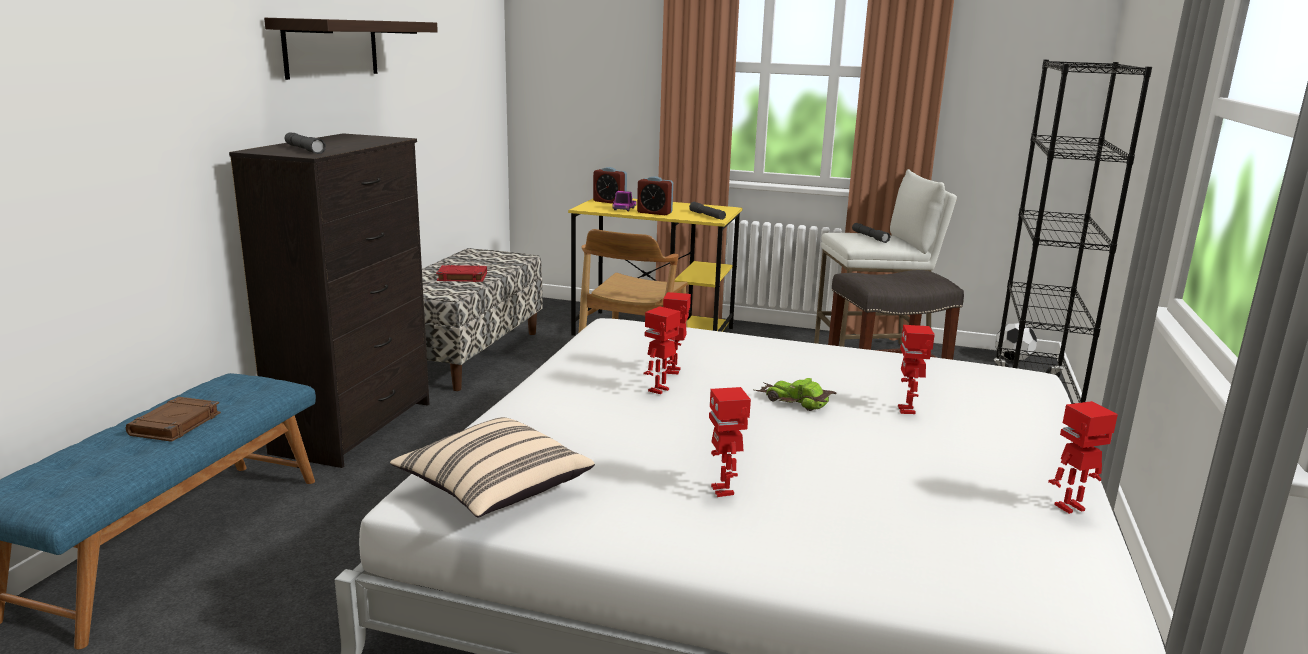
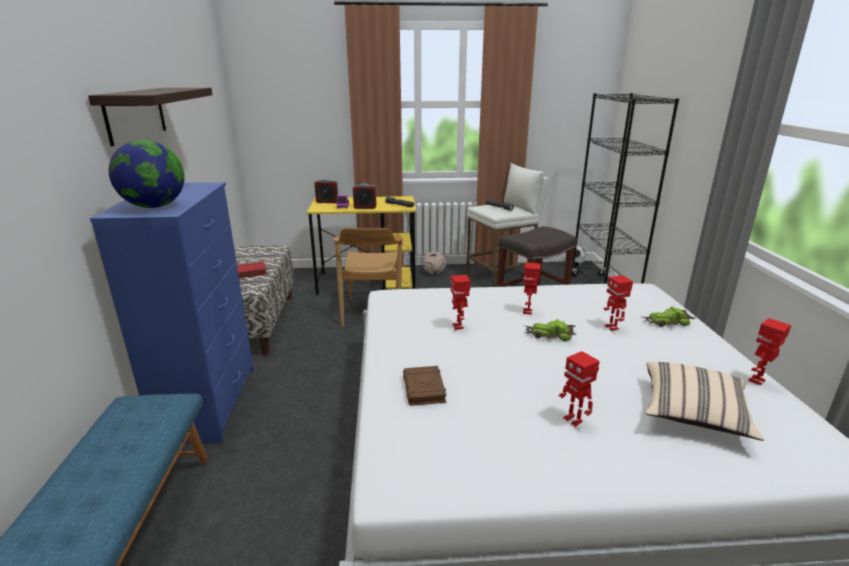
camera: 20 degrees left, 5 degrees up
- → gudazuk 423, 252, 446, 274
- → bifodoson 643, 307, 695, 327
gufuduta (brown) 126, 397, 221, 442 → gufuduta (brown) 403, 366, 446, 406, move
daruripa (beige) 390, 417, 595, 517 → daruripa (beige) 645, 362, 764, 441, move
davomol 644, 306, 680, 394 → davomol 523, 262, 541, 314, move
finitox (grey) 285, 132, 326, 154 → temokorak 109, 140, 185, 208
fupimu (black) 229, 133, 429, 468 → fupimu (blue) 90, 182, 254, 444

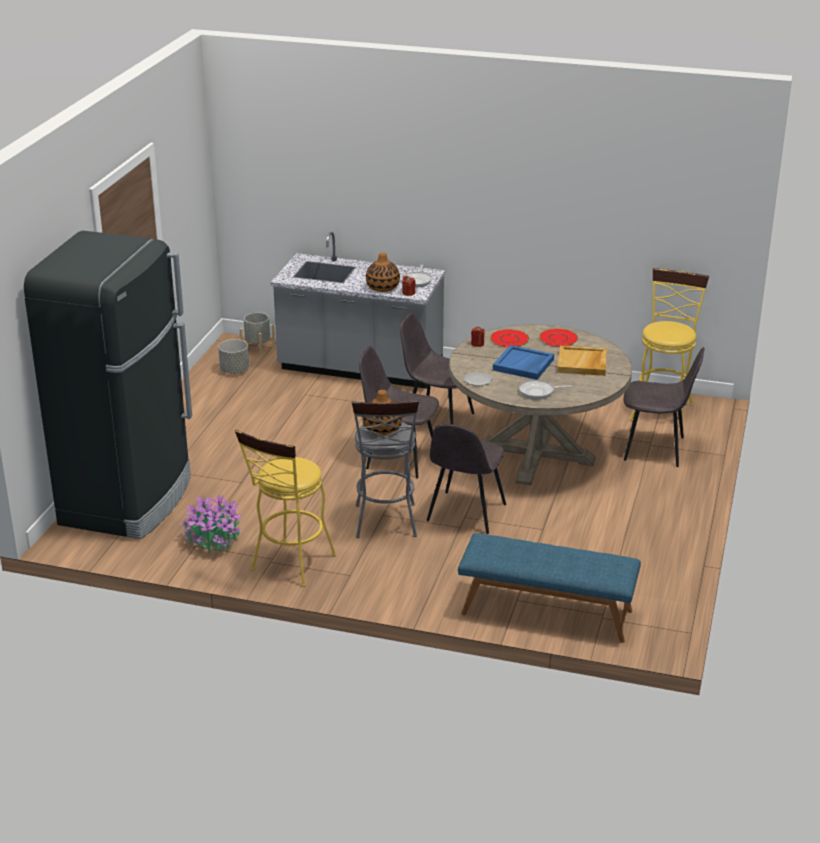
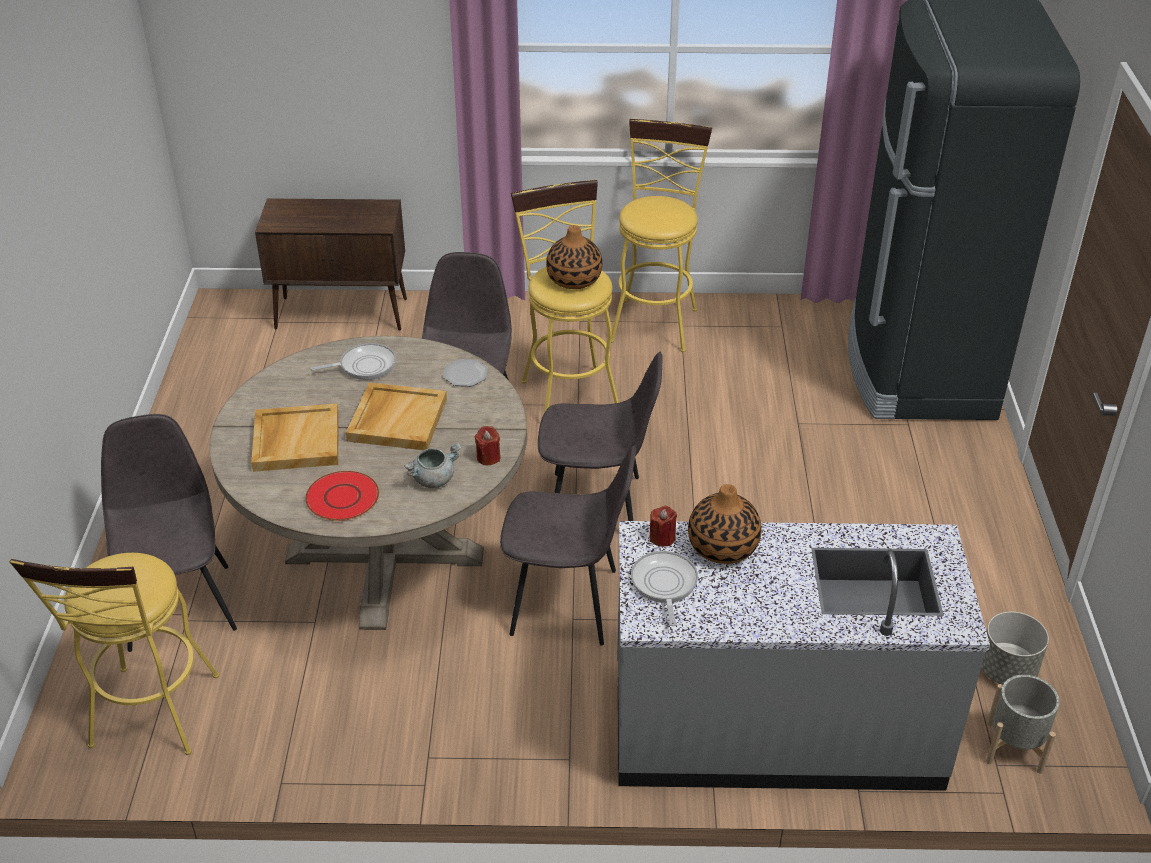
camera: 165 degrees right, 10 degrees up
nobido 180, 494, 242, 553 → -
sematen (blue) 458, 533, 641, 643 → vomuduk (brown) 255, 198, 407, 331
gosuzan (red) 490, 329, 529, 347 → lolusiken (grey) 404, 443, 461, 488
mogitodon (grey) 352, 400, 419, 538 → mogitodon (yellow) 511, 180, 619, 413
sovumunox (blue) 493, 345, 554, 380 → sovumunox (beige) 346, 383, 447, 450
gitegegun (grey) 624, 347, 704, 467 → gitegegun (grey) 101, 414, 237, 652, 75 degrees clockwise

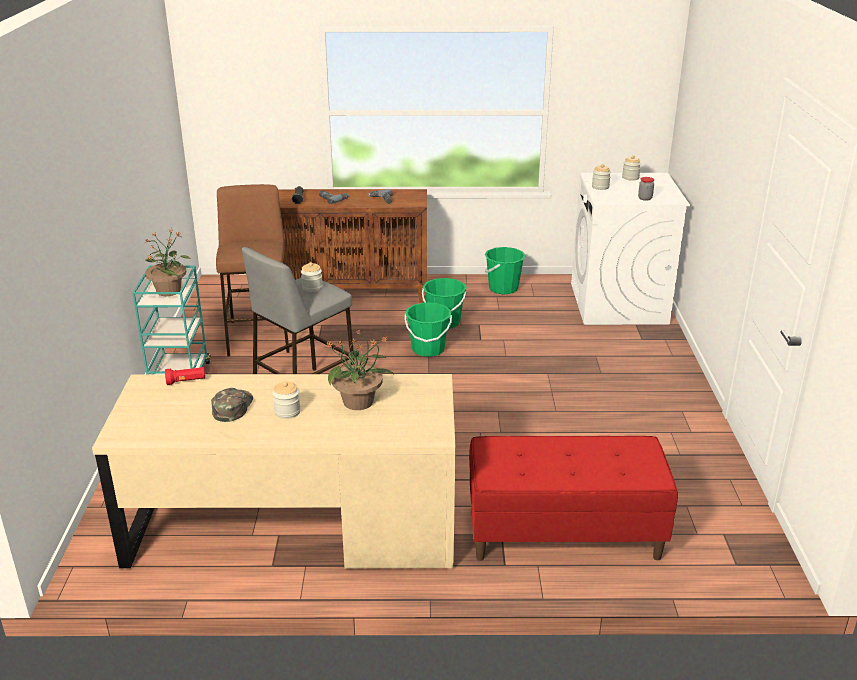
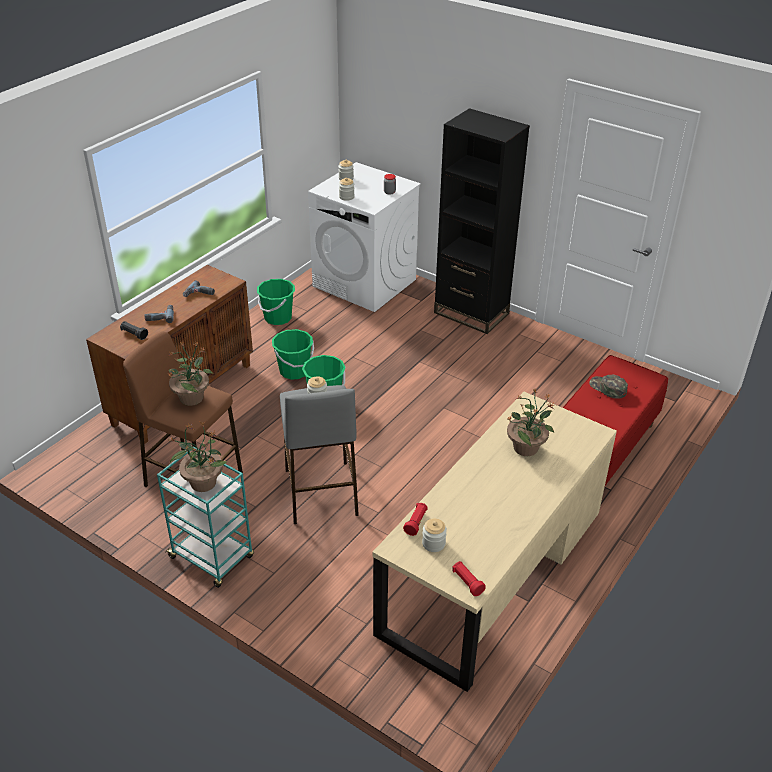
camera: 55 degrees left, 10 degrees up
- → nobido 167, 341, 213, 406
- → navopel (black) 434, 108, 530, 334
- → finitox (red) 452, 561, 486, 596
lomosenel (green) 211, 388, 253, 422 → lomosenel (green) 589, 375, 628, 399, move
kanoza 273, 381, 301, 419 → kanoza 422, 519, 447, 552, move

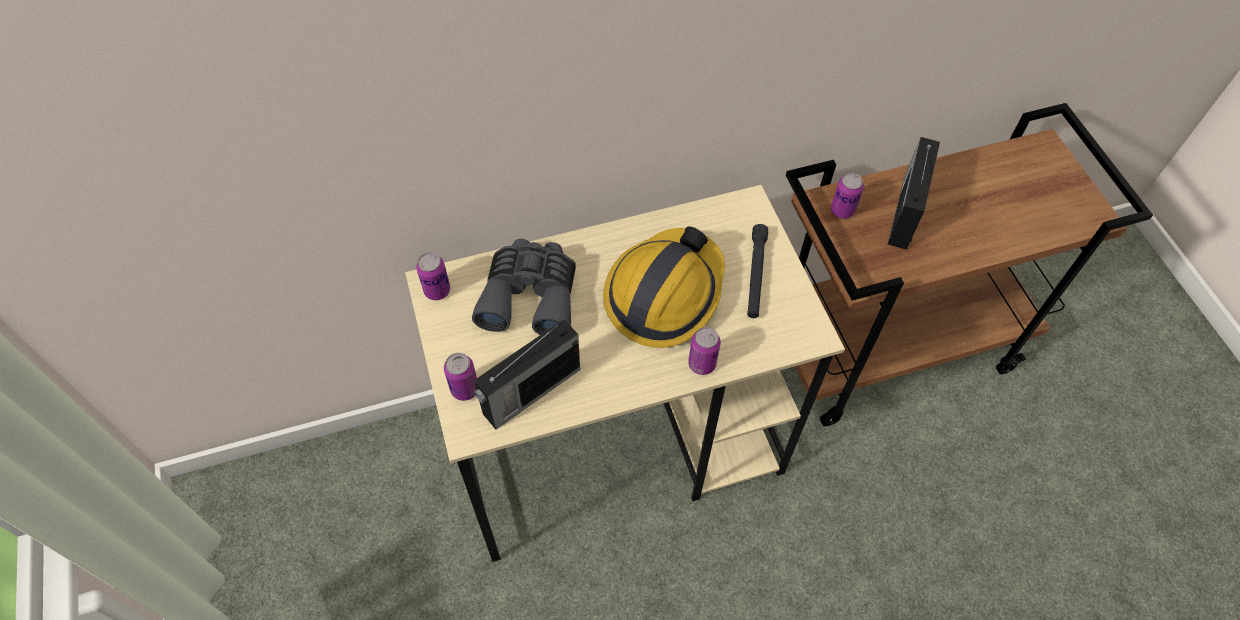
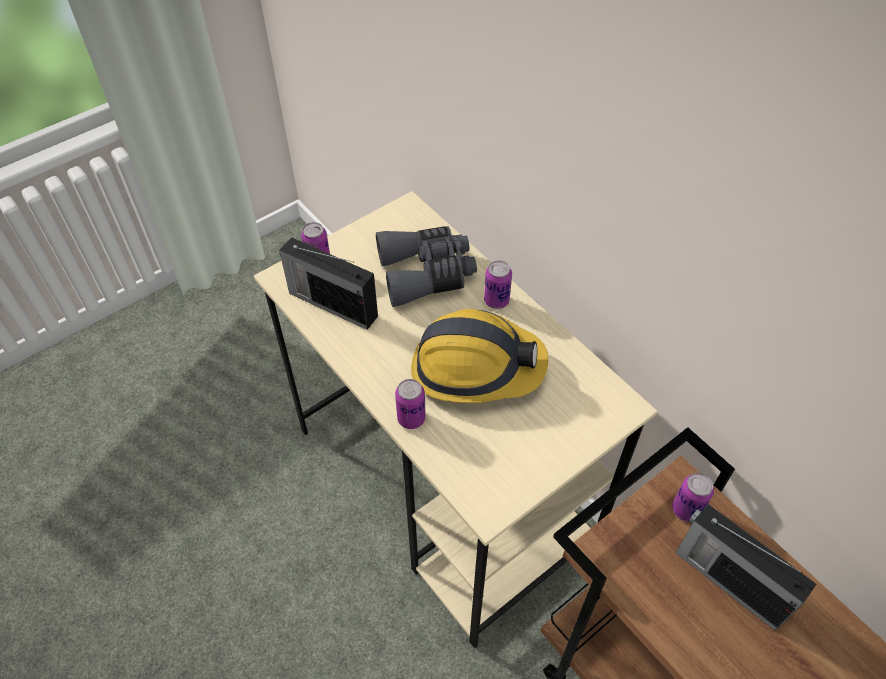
camera: 70 degrees right, 5 degrees down
finitox (black) 747, 224, 768, 318 → -
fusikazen 416, 252, 450, 300 → fusikazen 484, 261, 512, 309, move
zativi 888, 137, 940, 250 → zativi 676, 504, 817, 631, 135 degrees counterclockwise

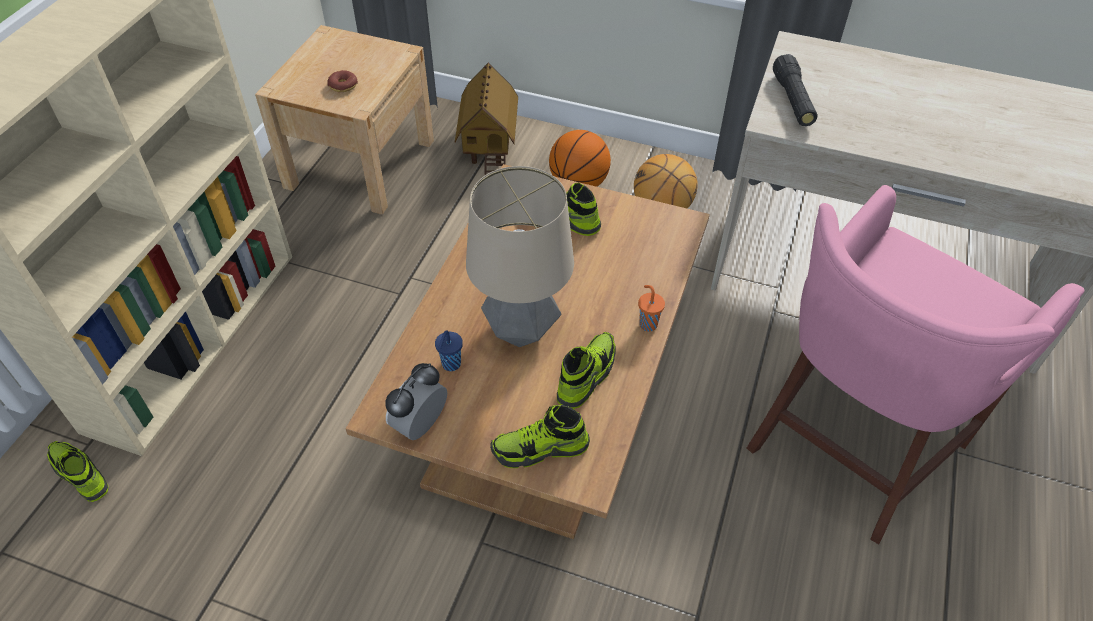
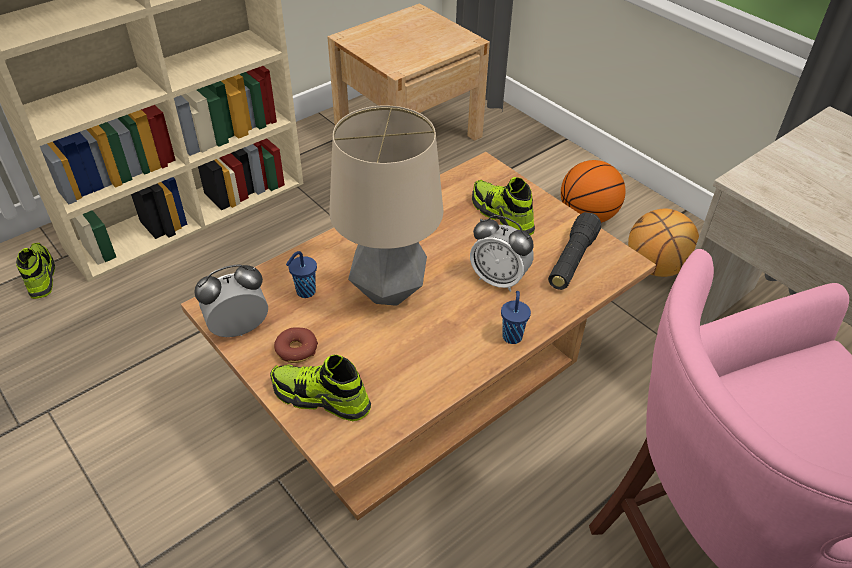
camera: 30 degrees right, 5 degrees down
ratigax 455, 62, 518, 175 → -
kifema 557, 332, 616, 409 → -
- → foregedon 470, 215, 534, 292
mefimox 327, 70, 358, 92 → mefimox 274, 327, 318, 363, move
finitox (black) 773, 54, 817, 126 → finitox (black) 548, 212, 601, 290, move
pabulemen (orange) 638, 285, 665, 331 → pabulemen (blue) 501, 291, 531, 344

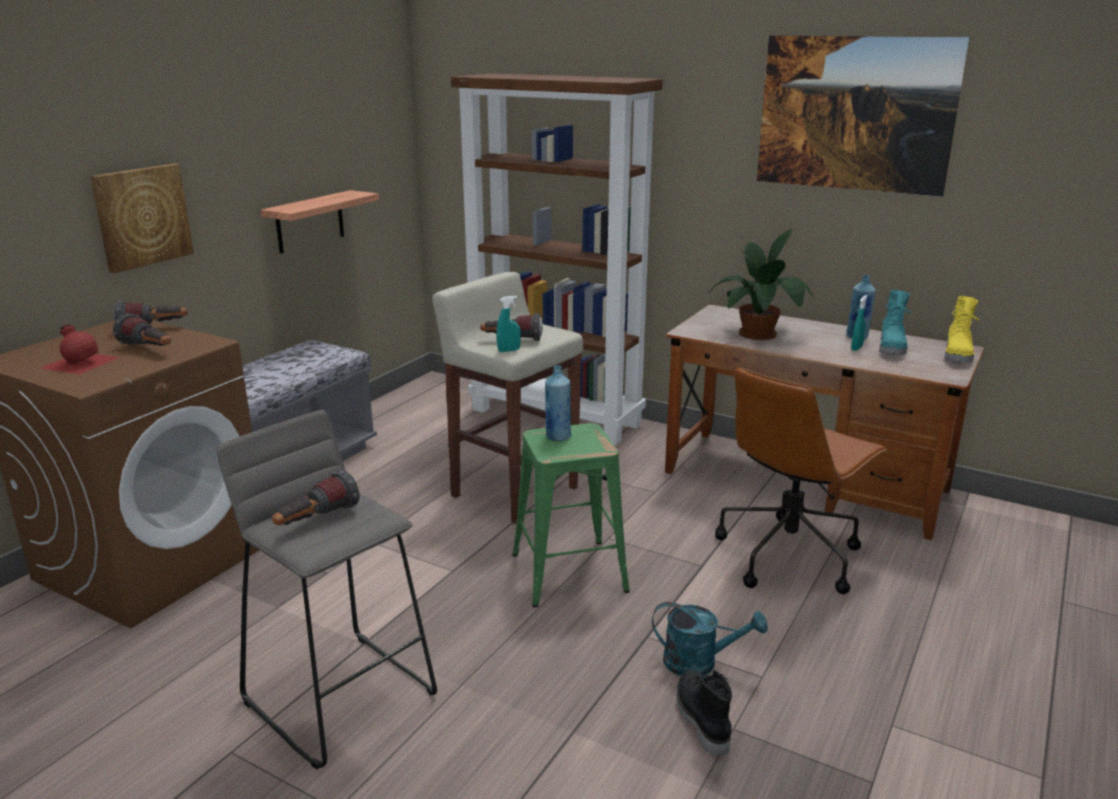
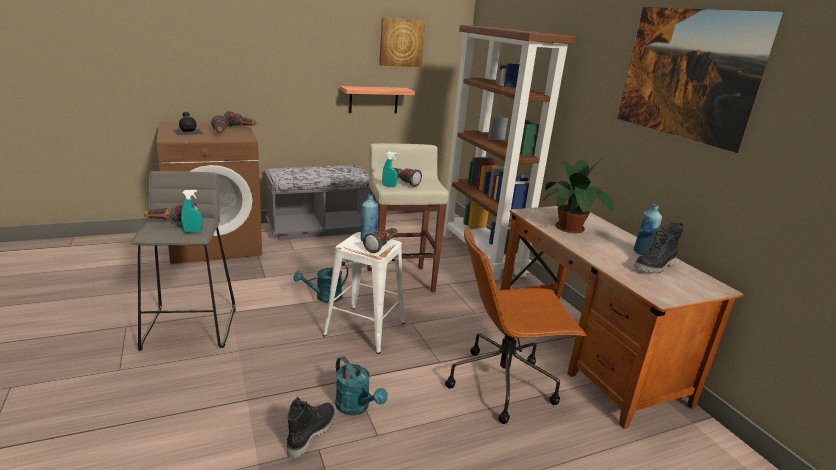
camera: 35 degrees right, 0 degrees up
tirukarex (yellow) 944, 296, 980, 363 → -
- → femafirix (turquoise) 293, 266, 348, 303
- → finitox 363, 228, 398, 253
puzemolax 90, 163, 194, 273 → puzemolax 379, 17, 425, 67, move
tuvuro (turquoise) 851, 295, 868, 351 → tuvuro (turquoise) 181, 190, 203, 233, move
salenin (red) 40, 324, 120, 375 → salenin (black) 173, 112, 204, 135
mogitodon (green) 513, 423, 630, 607 → mogitodon (white) 323, 232, 405, 354
tirukarex (turquoise) 879, 290, 912, 355 → tirukarex (black) 634, 222, 684, 274

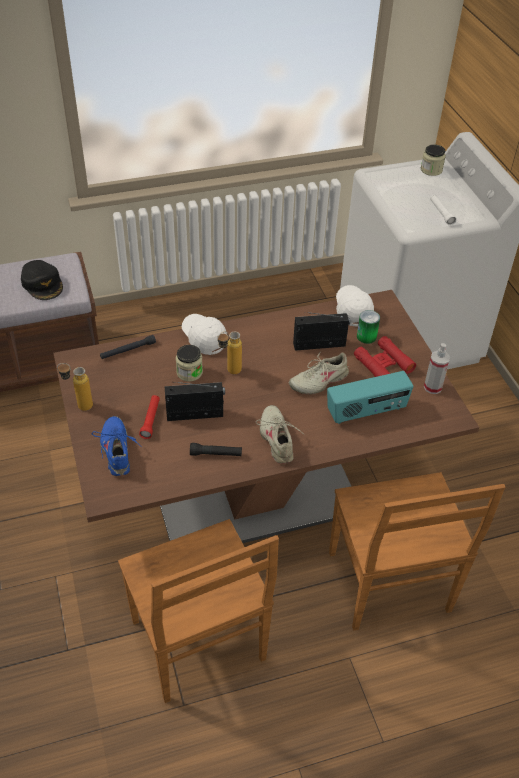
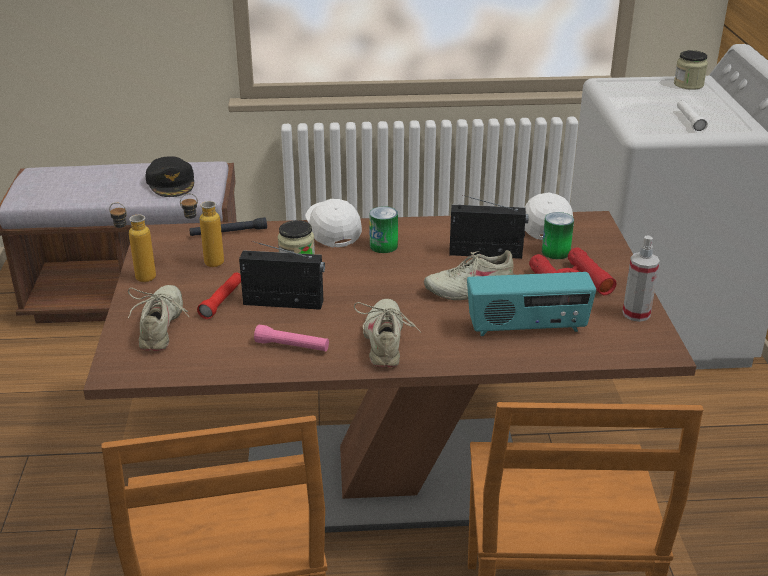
camera: 15 degrees right, 15 degrees down
- → fusikazen 369, 206, 398, 253
salenin 217, 331, 242, 374 → salenin 180, 193, 224, 267, move
kifema (blue) 92, 416, 142, 476 → kifema (beige) 128, 285, 189, 351
finitox (black) 190, 443, 242, 456 → finitox (pink) 254, 325, 329, 352

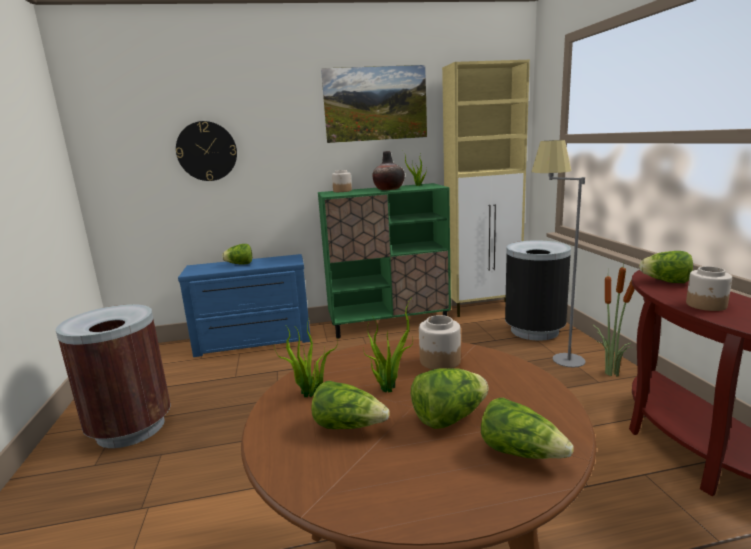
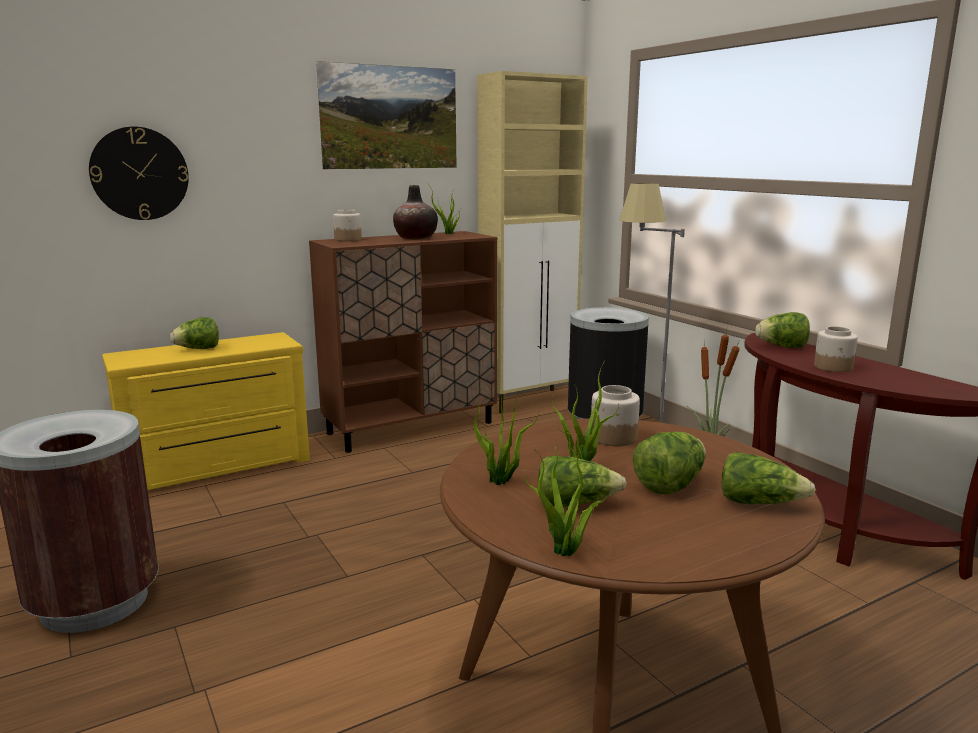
camera: 20 degrees left, 0 degrees up
- → nobido 524, 444, 606, 556
fupimu (blue) 178, 254, 310, 357 → fupimu (yellow) 102, 332, 310, 490
vomuduk (green) 318, 183, 451, 339 → vomuduk (brown) 309, 231, 497, 453

